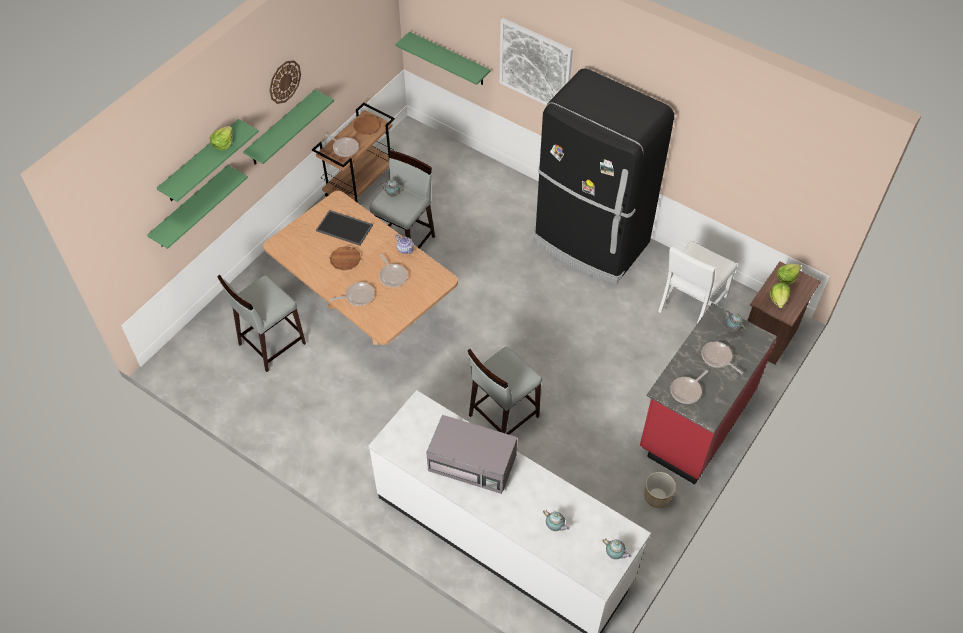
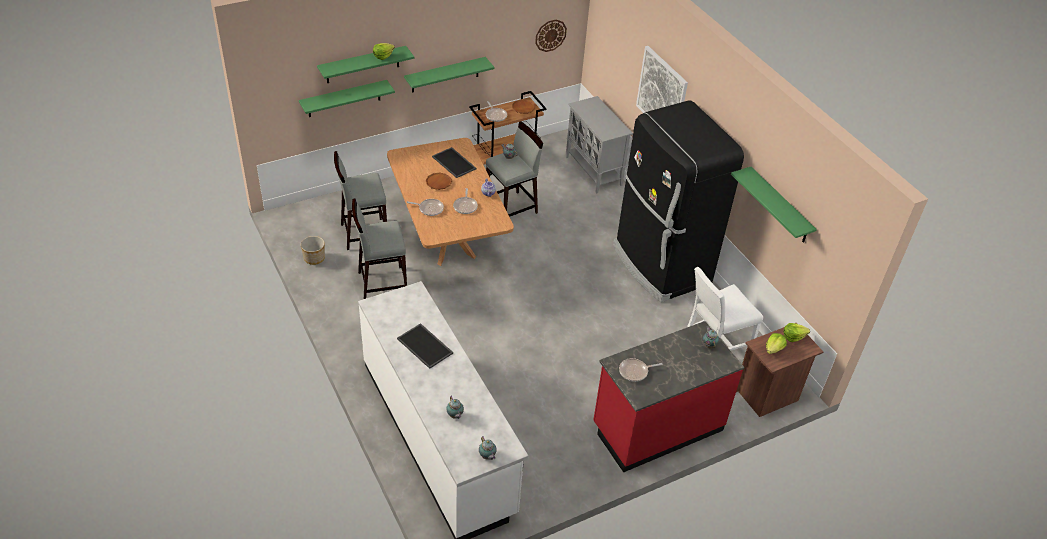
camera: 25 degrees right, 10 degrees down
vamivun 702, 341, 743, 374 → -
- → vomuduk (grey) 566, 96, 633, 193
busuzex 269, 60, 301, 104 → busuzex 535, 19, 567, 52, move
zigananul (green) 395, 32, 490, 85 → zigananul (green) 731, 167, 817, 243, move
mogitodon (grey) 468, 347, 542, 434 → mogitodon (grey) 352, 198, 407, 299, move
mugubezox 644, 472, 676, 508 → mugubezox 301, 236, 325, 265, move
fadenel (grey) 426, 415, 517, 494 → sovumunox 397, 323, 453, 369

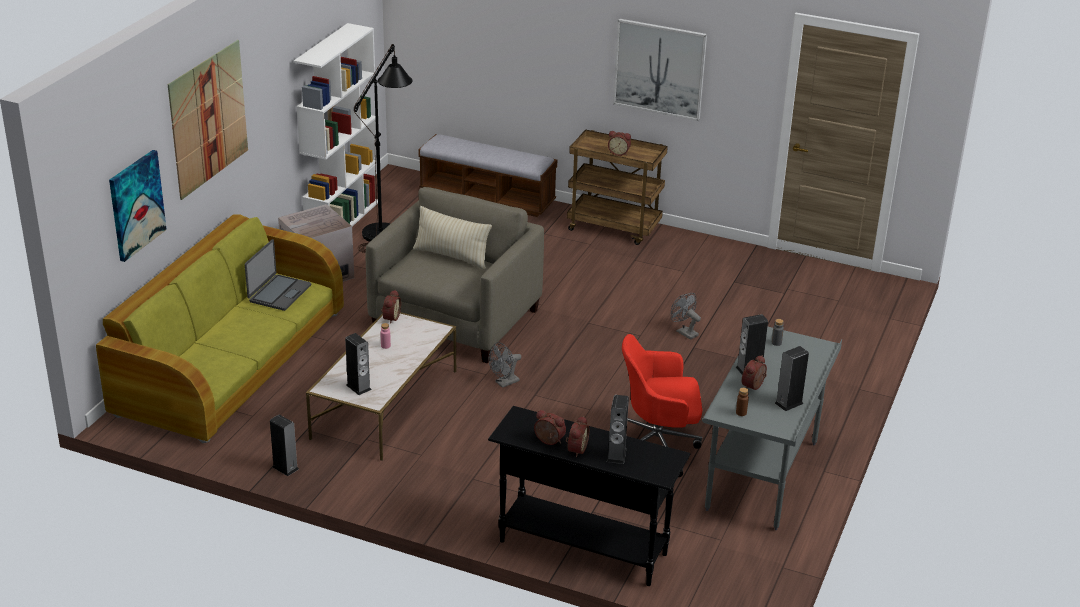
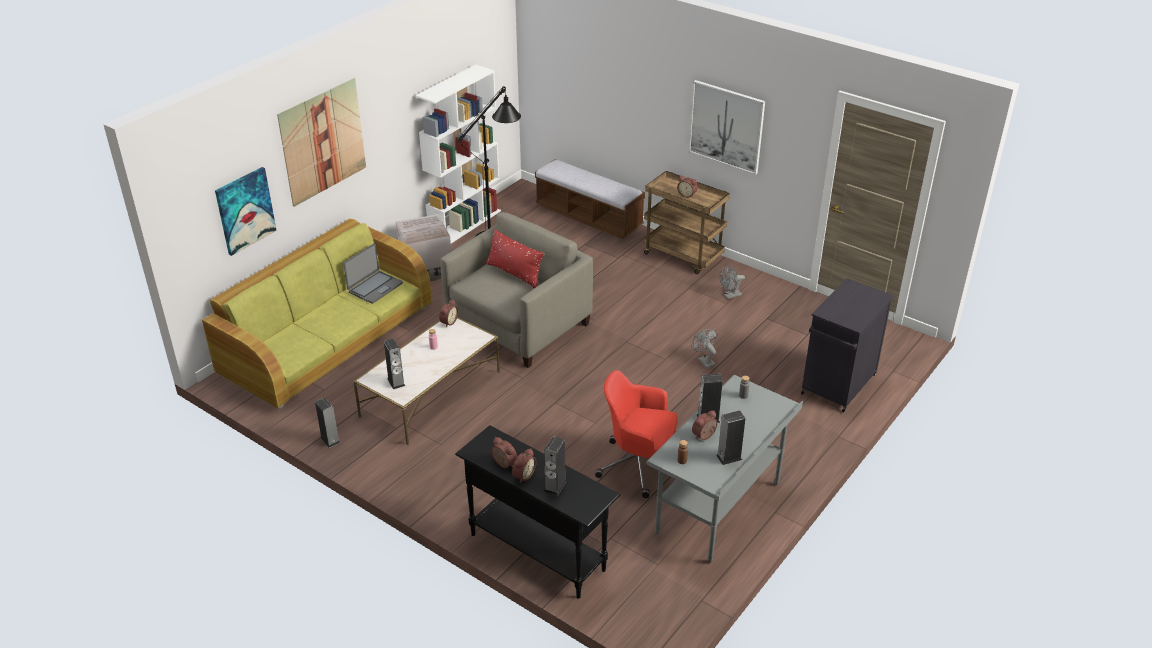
camera: 15 degrees right, 5 degrees up
- → vomuduk (black) 801, 278, 894, 413
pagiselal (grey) 489, 342, 521, 388 → pagiselal (grey) 720, 265, 745, 299, move
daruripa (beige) 413, 206, 492, 269 → daruripa (red) 486, 229, 544, 288

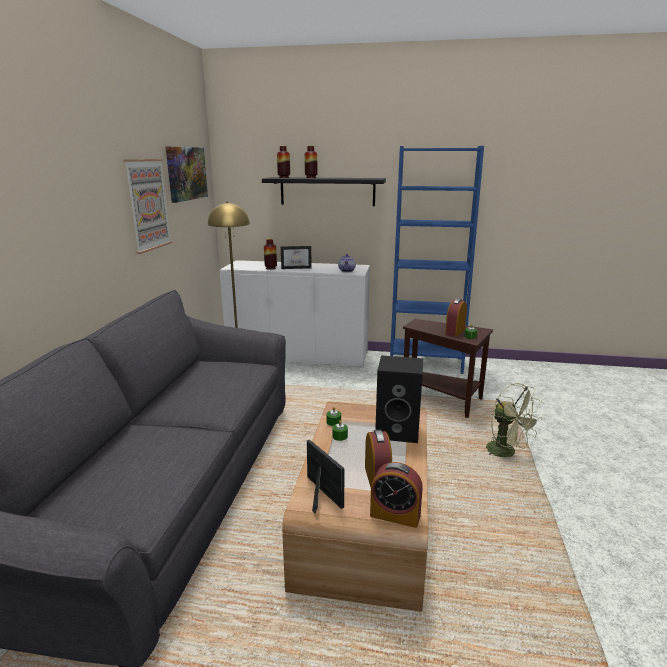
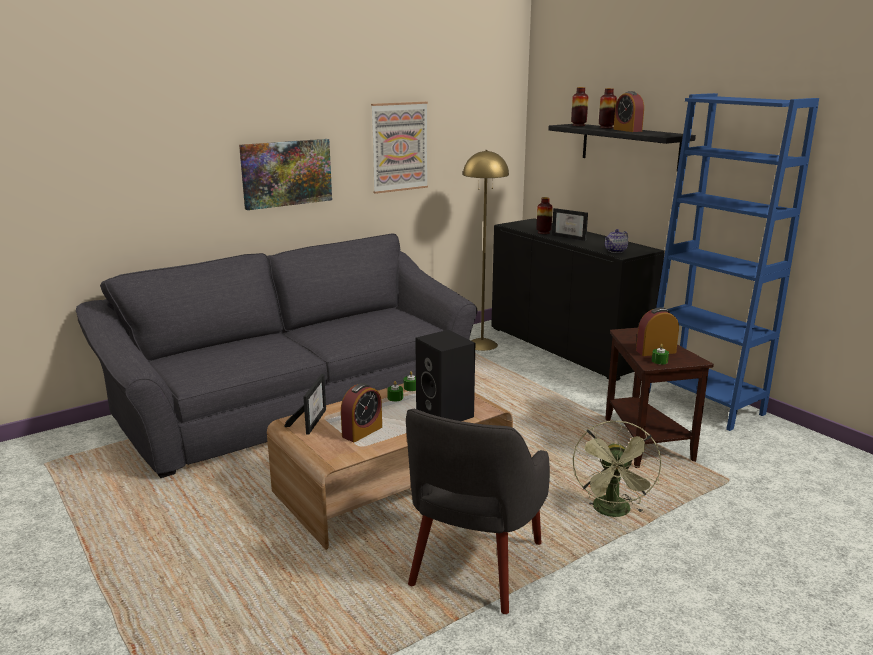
camera: 45 degrees right, 0 degrees up
- → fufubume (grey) 406, 409, 550, 614
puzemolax 166, 147, 208, 203 → puzemolax 239, 139, 332, 210, move
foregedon 370, 462, 423, 528 → foregedon 613, 91, 644, 132, move
vomuduk (white) 219, 260, 370, 368 → vomuduk (black) 491, 218, 665, 381

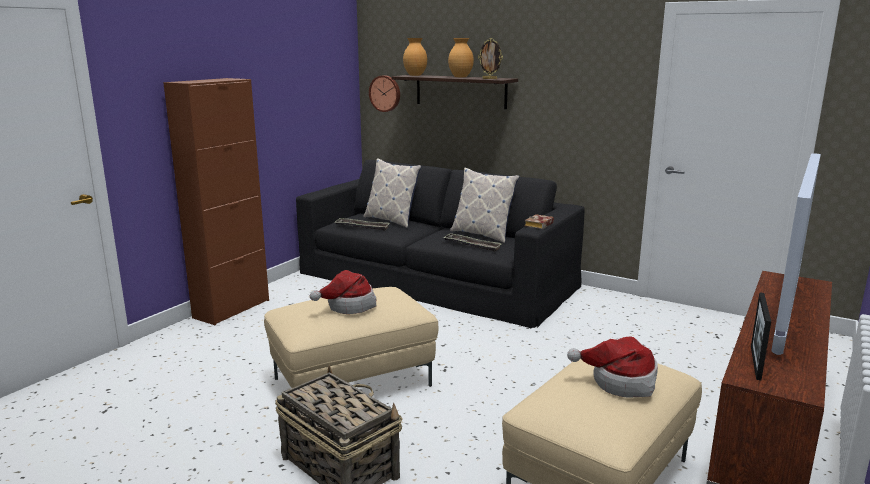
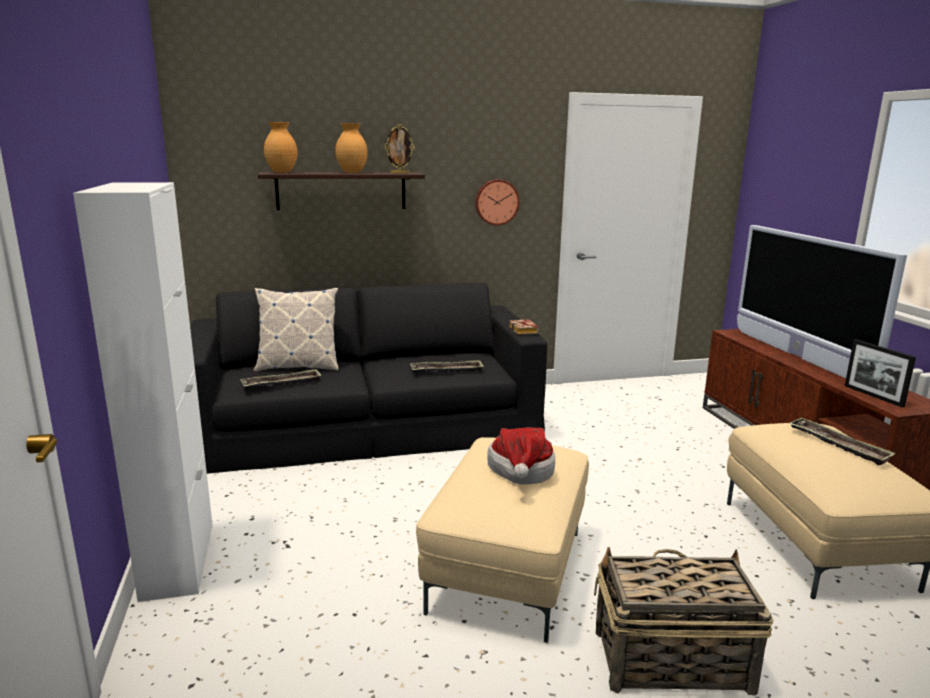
camera: 45 degrees left, 0 degrees up
daruripa 450, 168, 520, 243 → -
busuzex 369, 75, 400, 112 → busuzex 475, 179, 520, 226, move
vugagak 567, 336, 658, 397 → sovumunox 788, 418, 896, 465
vomuduk (brown) 163, 78, 269, 325 → vomuduk (white) 73, 182, 213, 602

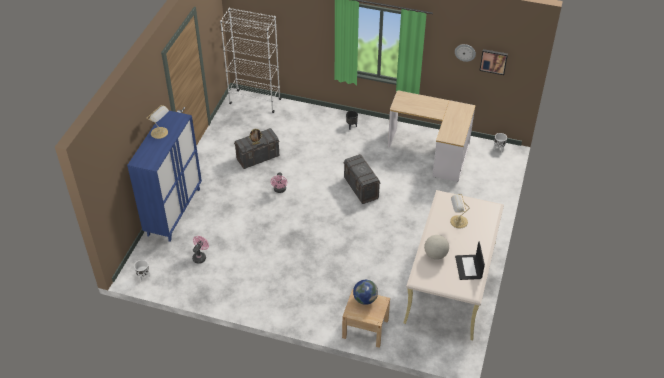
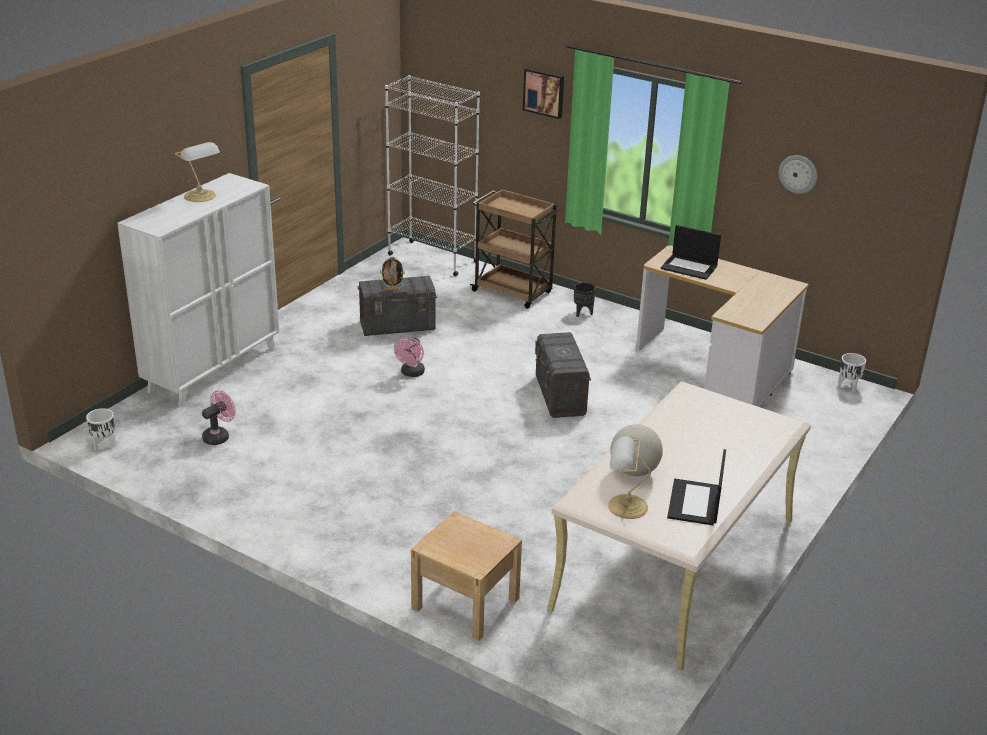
camera: 15 degrees right, 15 degrees down
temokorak 353, 280, 378, 305 → -
- → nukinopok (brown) 470, 188, 561, 309
- → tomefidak 661, 225, 721, 280
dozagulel 450, 194, 469, 228 → dozagulel 608, 437, 651, 519, move
puzemolax 480, 49, 508, 75 → puzemolax 523, 68, 564, 119, move
vomuduk (blue) 127, 111, 202, 242 → vomuduk (white) 118, 173, 280, 407

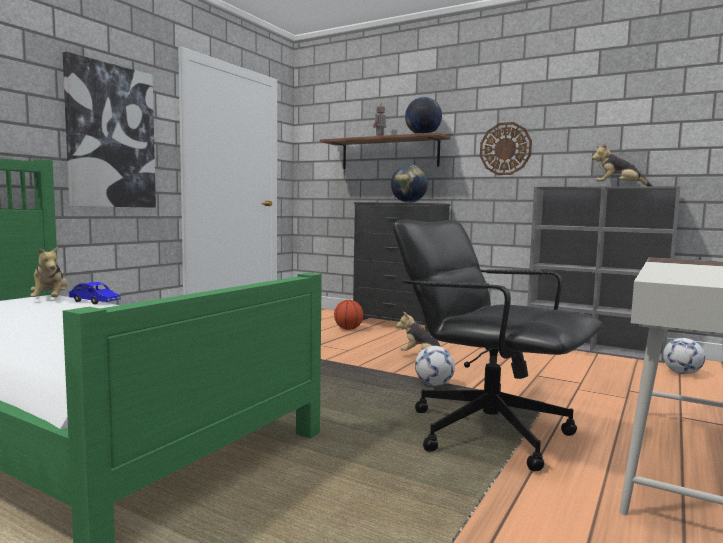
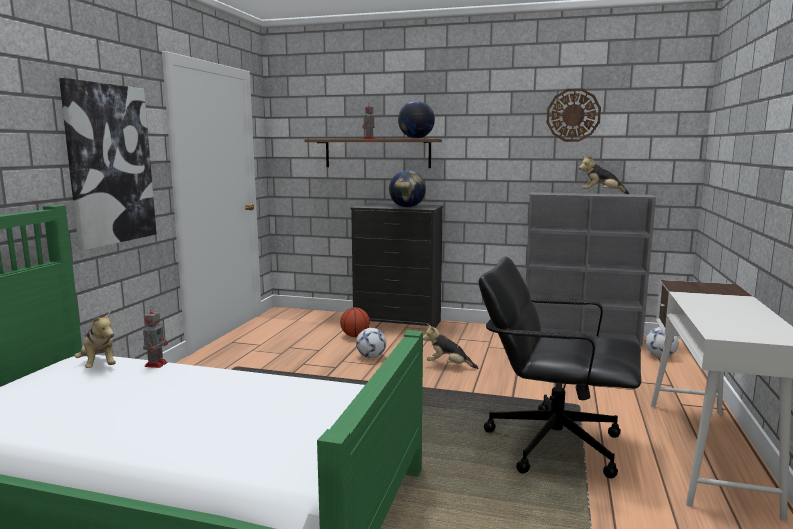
camera: 15 degrees left, 5 degrees up
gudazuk 415, 346, 455, 386 → gudazuk 356, 328, 386, 358, move
busuzex 480, 122, 532, 175 → busuzex 547, 88, 601, 142, move
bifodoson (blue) 69, 282, 121, 304 → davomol 143, 306, 168, 368

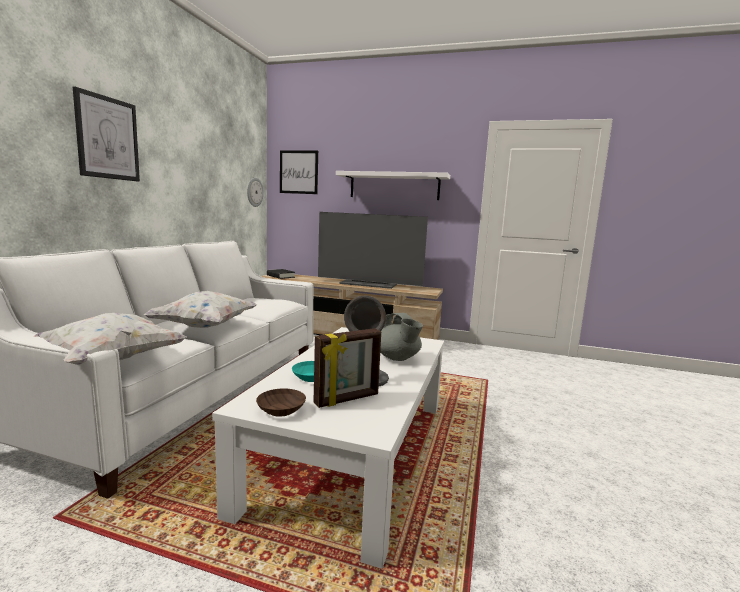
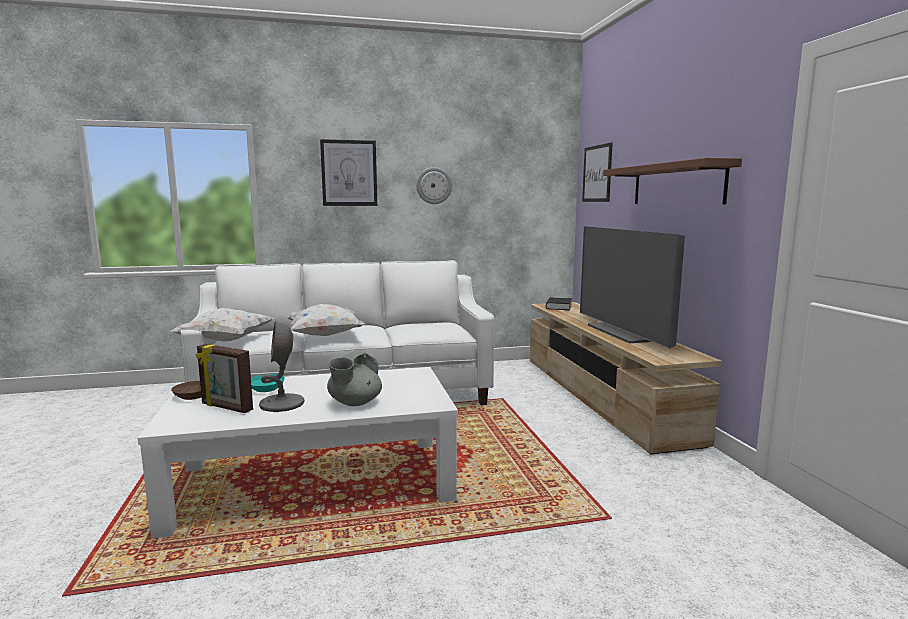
camera: 60 degrees right, 0 degrees up
busuzex 247, 178, 264, 207 → busuzex 416, 167, 452, 204, move
zigananul (white) 336, 171, 450, 200 → zigananul (brown) 603, 158, 742, 204

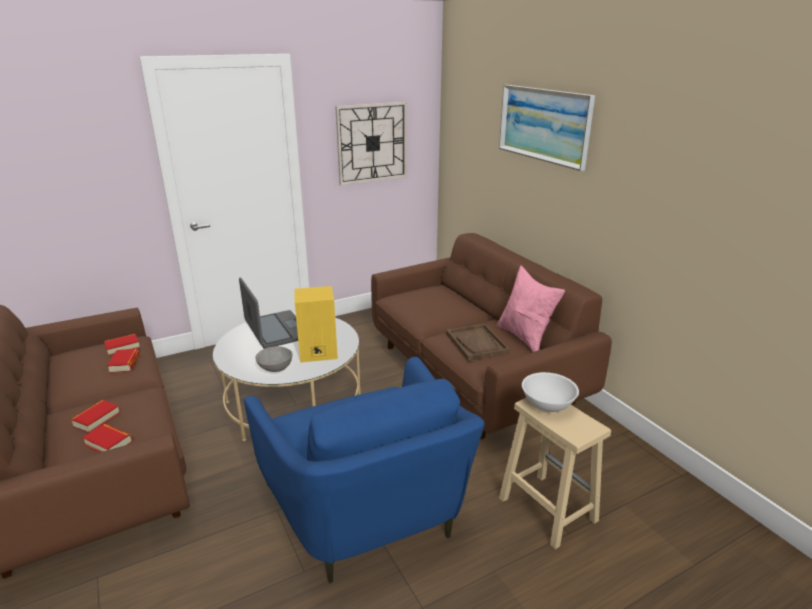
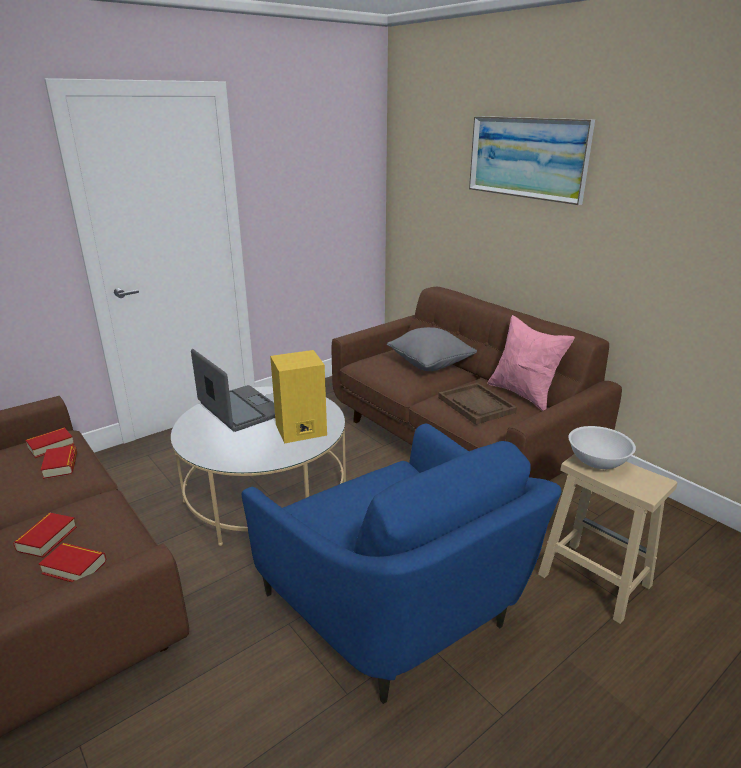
camera: 10 degrees left, 0 degrees up
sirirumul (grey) 255, 346, 292, 372 → -
busuzex 335, 102, 407, 185 → -
- → daruripa (grey) 387, 327, 477, 371

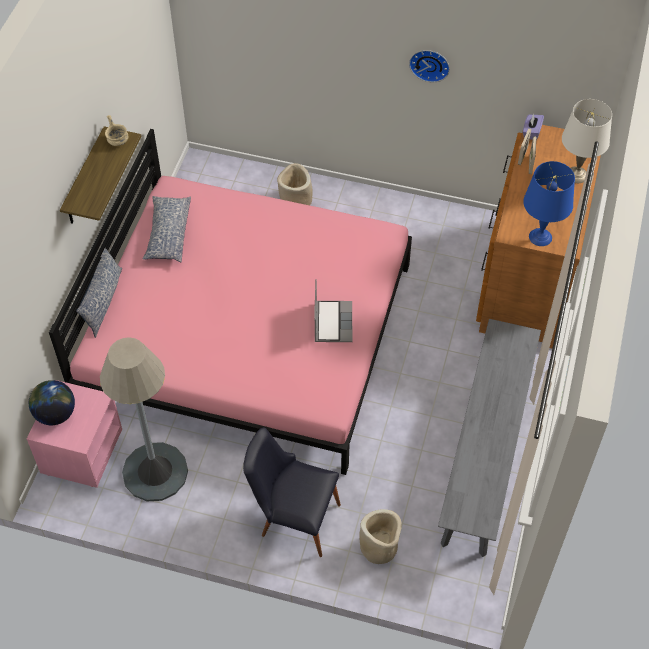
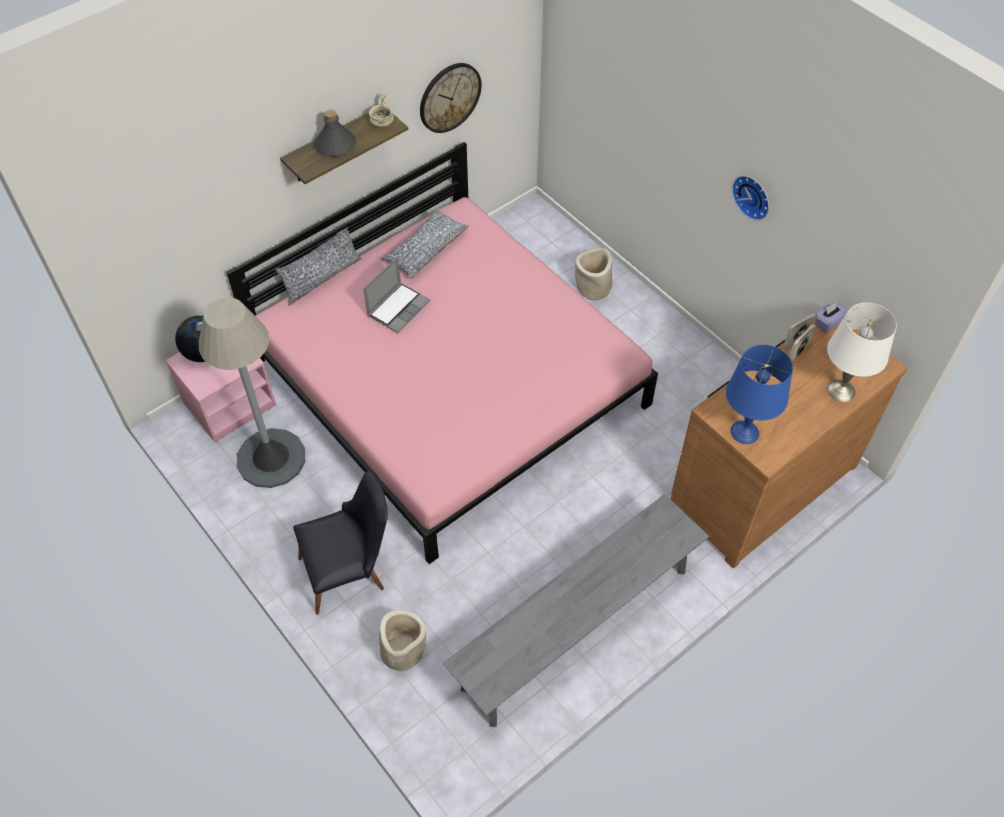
camera: 35 degrees right, 0 degrees up
- → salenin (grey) 314, 110, 356, 157
- → busuzex 420, 63, 482, 133
tomefidak 315, 279, 352, 342 → tomefidak 363, 256, 430, 333, move
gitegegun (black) 243, 427, 341, 557 → gitegegun (black) 293, 471, 388, 615, 105 degrees clockwise

